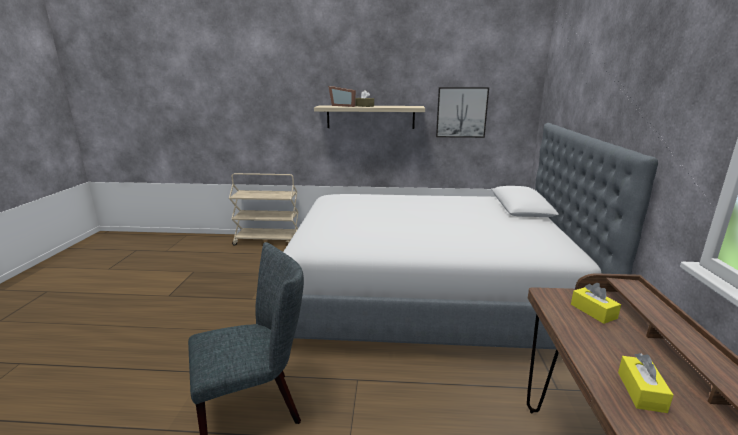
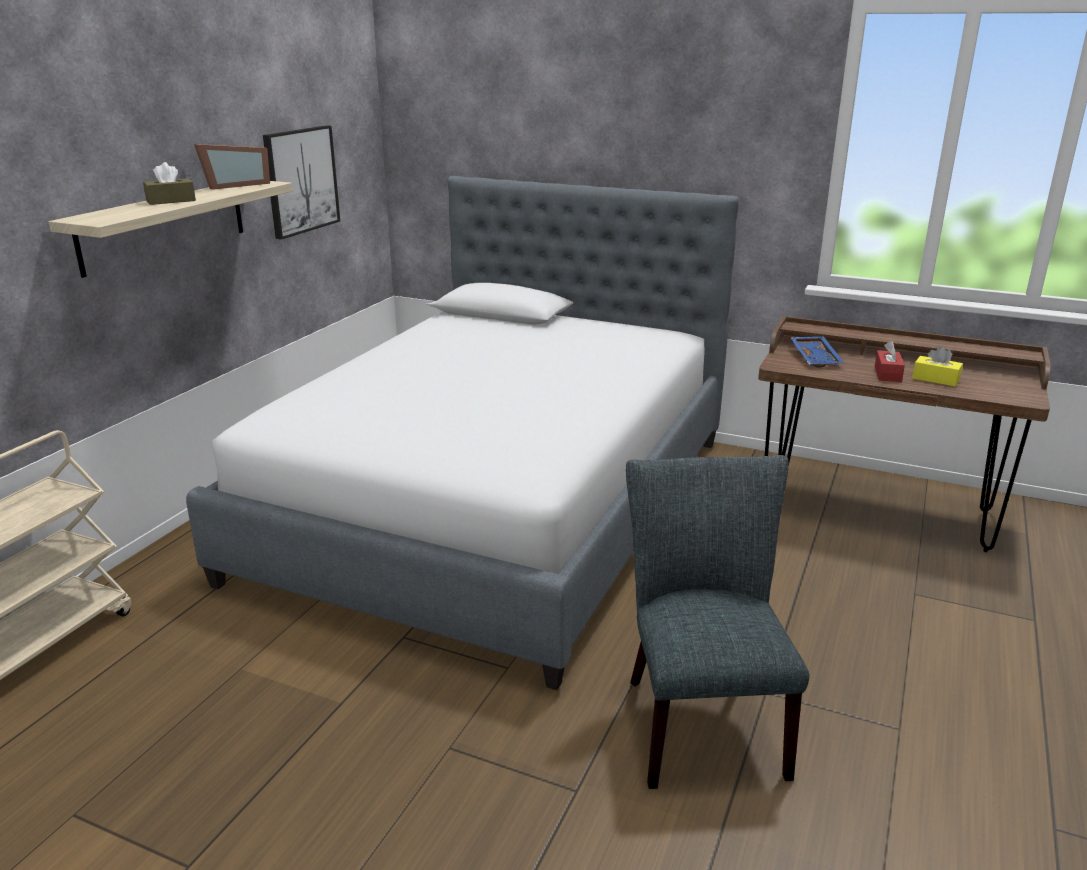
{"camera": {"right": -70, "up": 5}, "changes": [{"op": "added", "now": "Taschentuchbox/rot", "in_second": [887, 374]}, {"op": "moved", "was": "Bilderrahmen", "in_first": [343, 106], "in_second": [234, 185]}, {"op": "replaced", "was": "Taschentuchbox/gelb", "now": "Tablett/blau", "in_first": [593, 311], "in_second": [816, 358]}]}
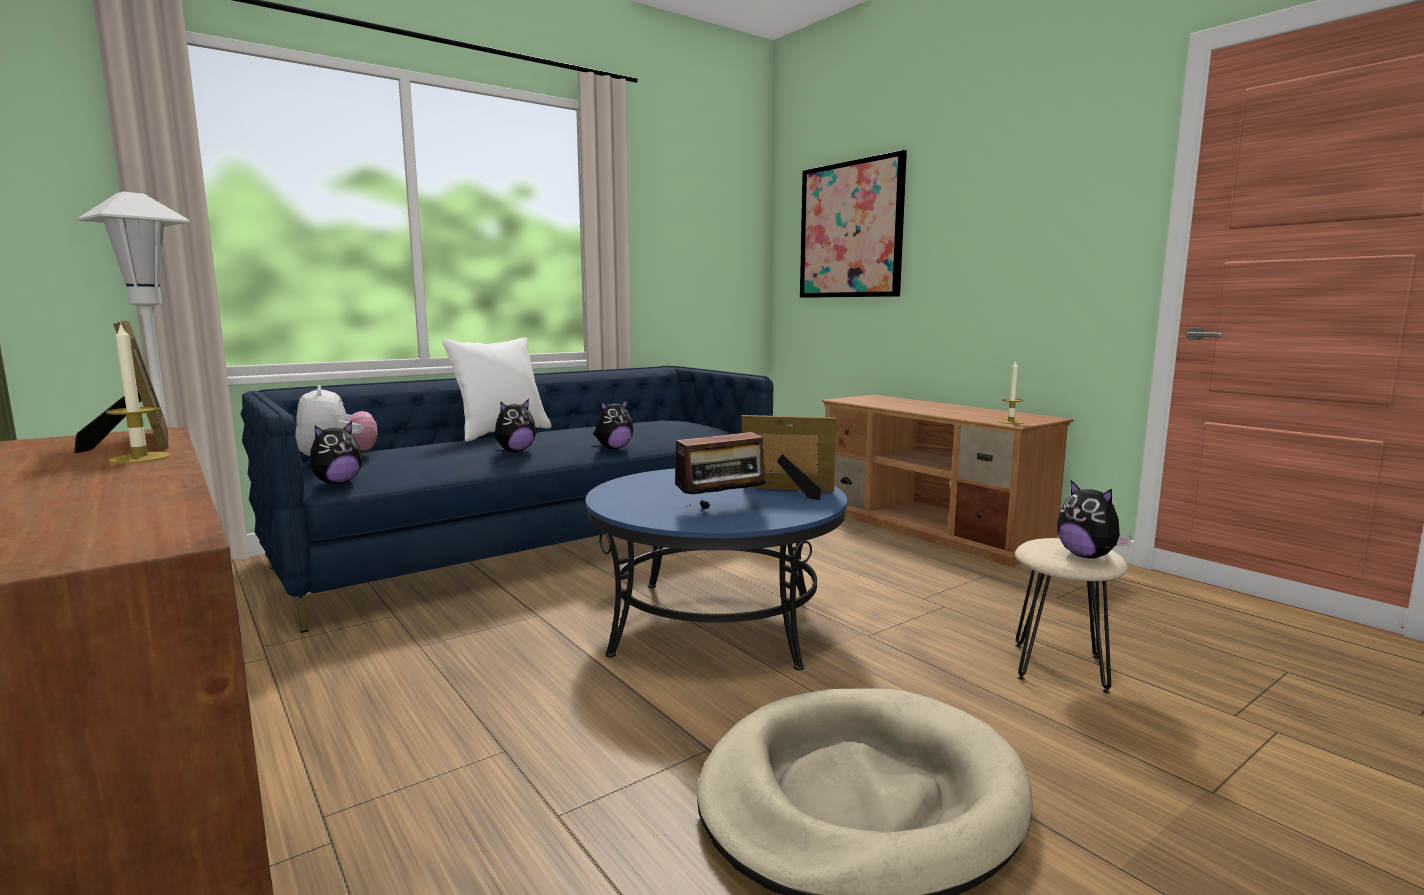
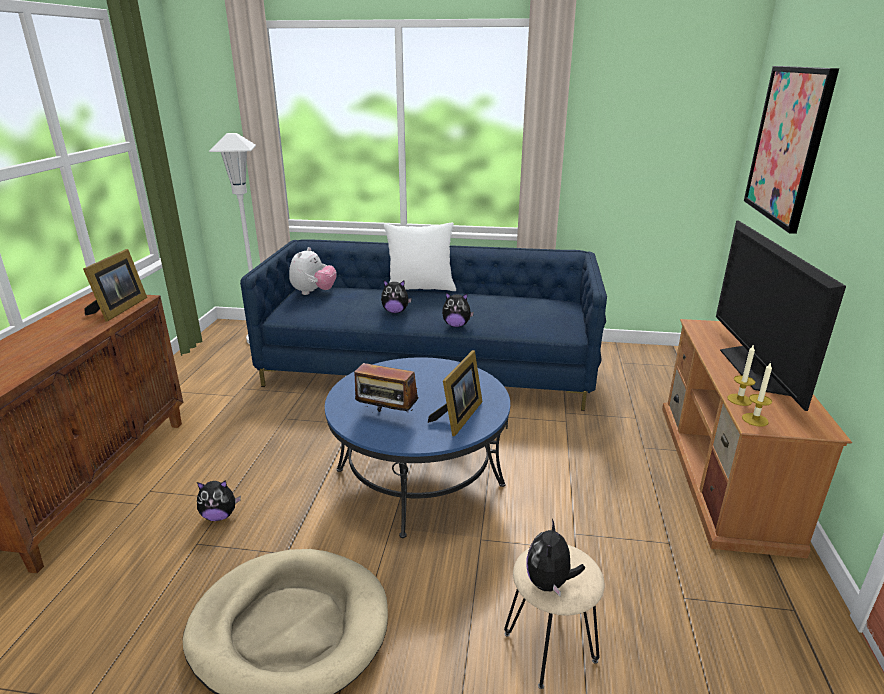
{"camera": {"right": 45, "up": 15}, "changes": [{"op": "added", "now": "Fernseher", "in_second": [754, 369]}, {"op": "moved", "was": "Kerze", "in_first": [140, 458], "in_second": [739, 399]}, {"op": "moved", "was": "Plüschtier", "in_first": [337, 483], "in_second": [219, 516]}, {"op": "turned", "was": "Bilderrahmen", "in_first": [790, 492], "in_second": [458, 417], "clockwise": 60}]}
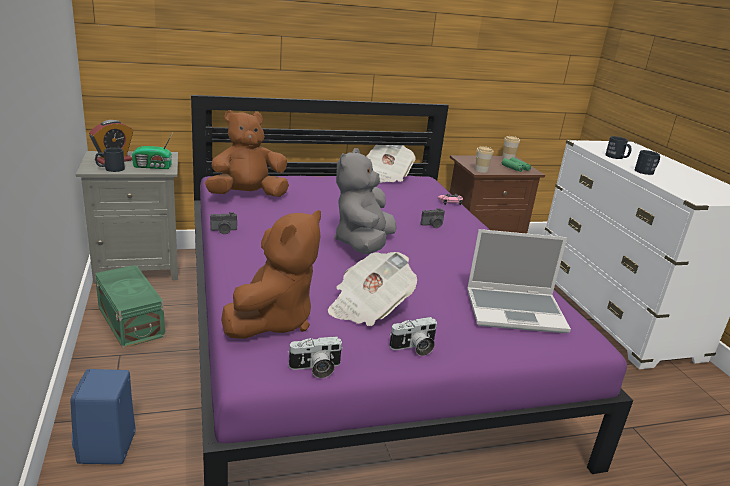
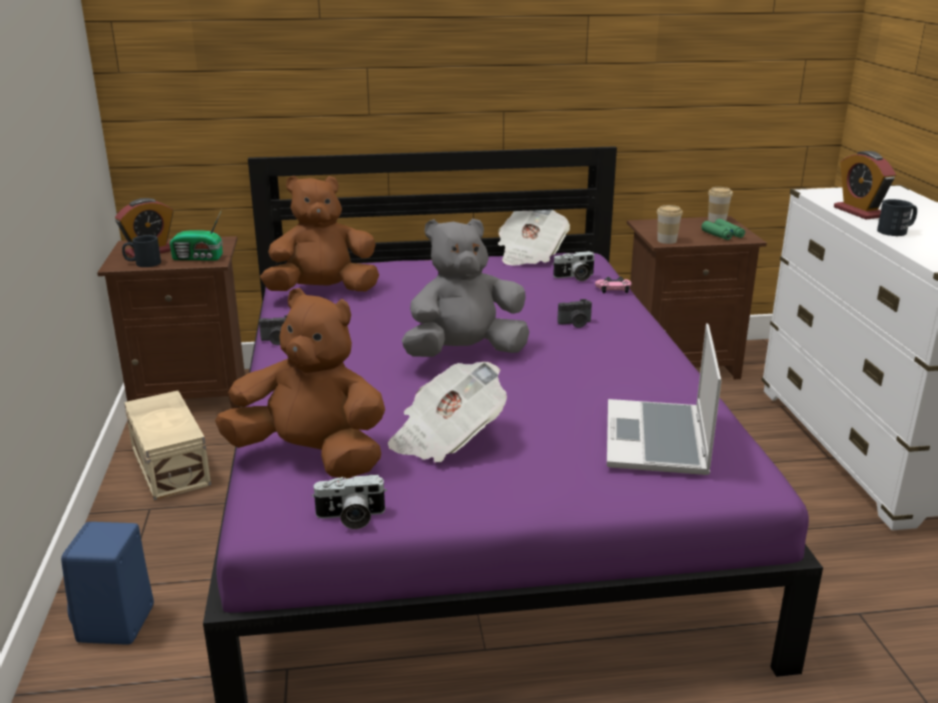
{"camera": {"right": 10, "up": 0}, "changes": [{"op": "moved", "was": "Kamera", "in_first": [414, 348], "in_second": [575, 277]}, {"op": "replaced", "was": "Henkelbecher/schwarz", "now": "Wecker", "in_first": [617, 157], "in_second": [859, 212]}, {"op": "recoloured", "was": "Nachttisch/grau", "now": "Nachttisch/braun", "in_first": [138, 267], "in_second": [191, 393]}, {"op": "recoloured", "was": "Aufbewahrungsbox/grün", "now": "Aufbewahrungsbox/beige", "in_first": [131, 320], "in_second": [171, 464]}, {"op": "turned", "was": "Plüschtier/braun", "in_first": [273, 320], "in_second": [312, 456], "clockwise": -105}, {"op": "turned", "was": "Plüschtier/grau", "in_first": [363, 244], "in_second": [464, 353], "clockwise": 45}, {"op": "turned", "was": "Laptop", "in_first": [516, 311], "in_second": [658, 441], "clockwise": 90}]}
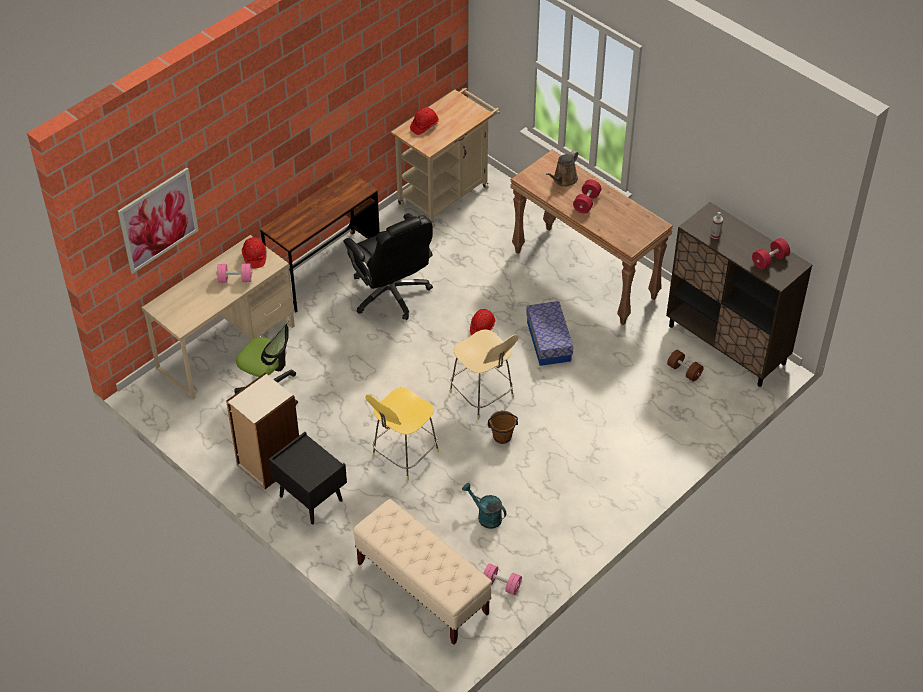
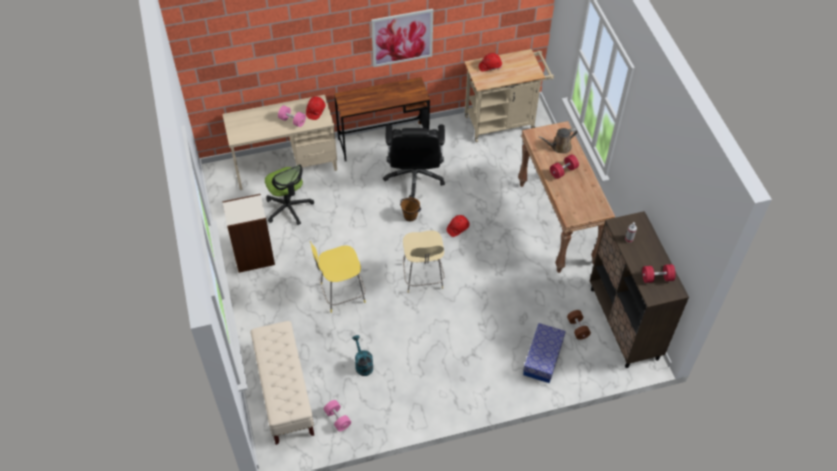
{"camera": {"right": 30, "up": 5}, "changes": [{"op": "removed", "was": "Nachttisch/schwarz", "in_first": [310, 498]}, {"op": "moved", "was": "Bild", "in_first": [158, 220], "in_second": [402, 37]}, {"op": "moved", "was": "Eimer/braun", "in_first": [502, 437], "in_second": [410, 216]}, {"op": "moved", "was": "Aufbewahrungsbox", "in_first": [549, 341], "in_second": [543, 358]}]}
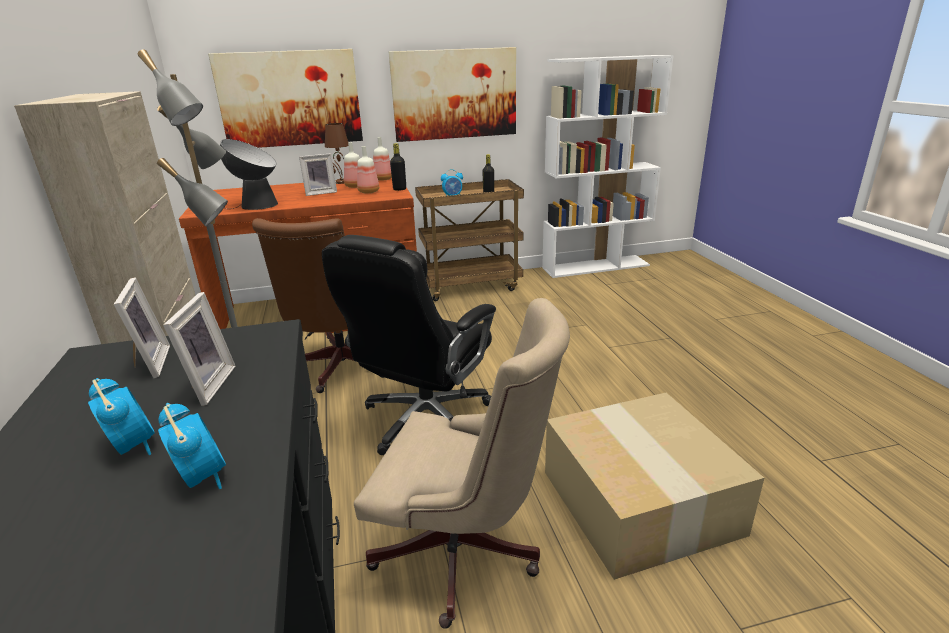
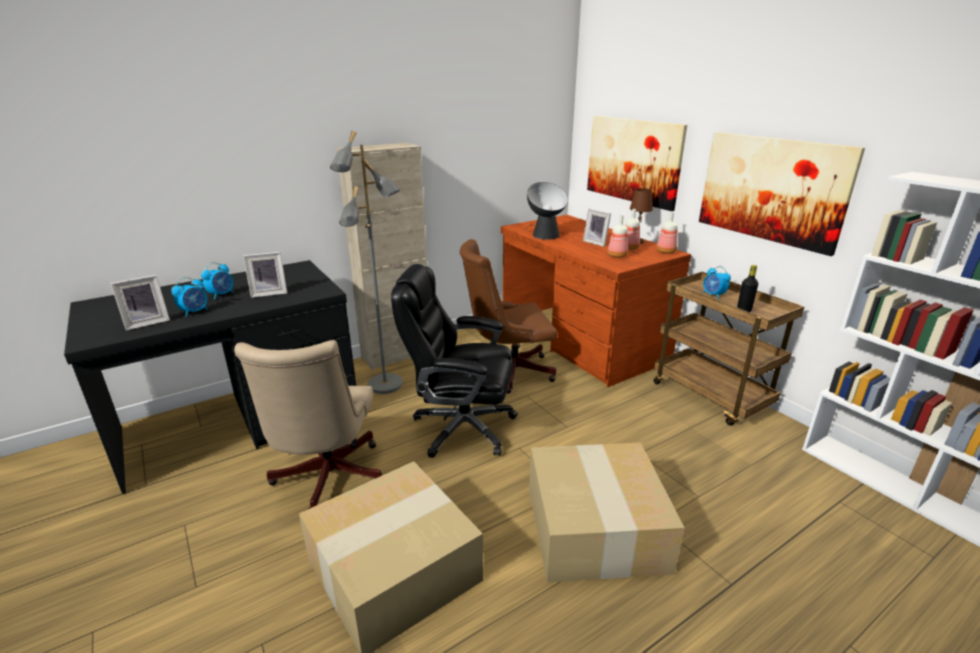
{"camera": {"right": 70, "up": 0}, "changes": [{"op": "removed", "was": "Flasche/schwarz", "in_first": [399, 189]}, {"op": "added", "now": "Karton", "in_second": [597, 529]}, {"op": "moved", "was": "Bilderrahmen", "in_first": [148, 364], "in_second": [147, 322]}]}
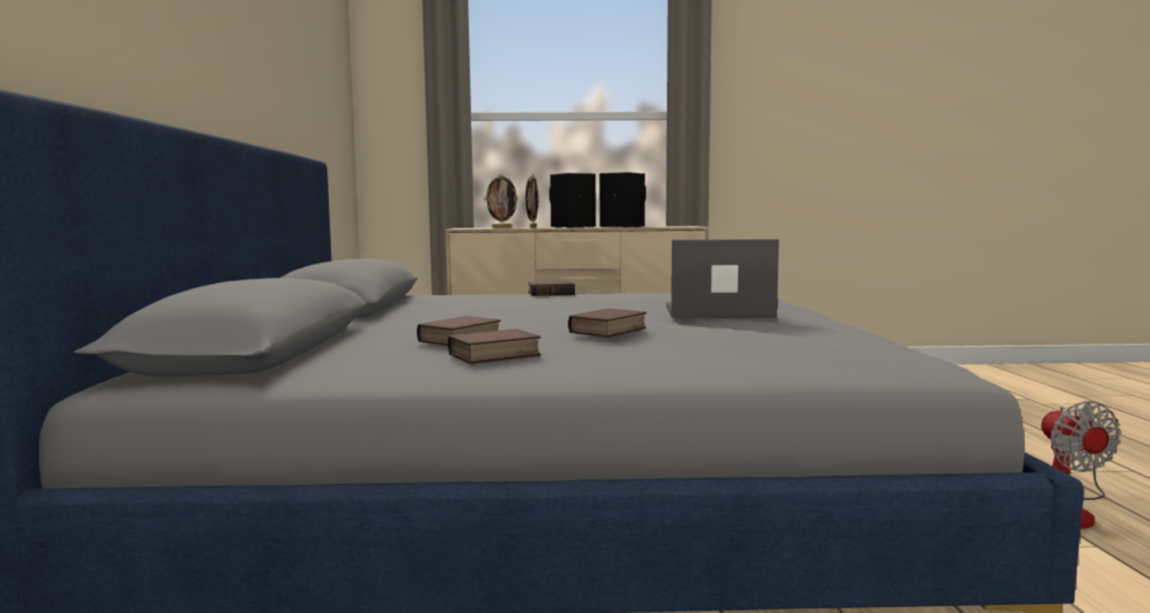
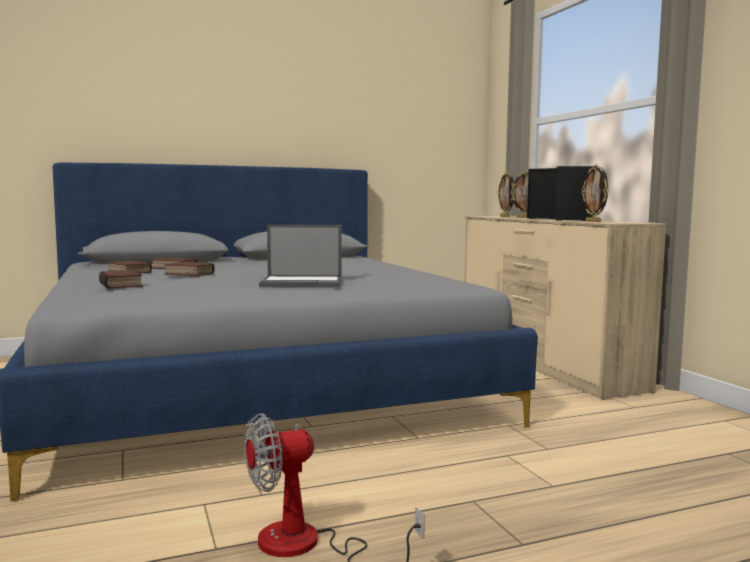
{"camera": {"right": 70, "up": 0}, "changes": [{"op": "added", "now": "Bilderrahmen", "in_second": [594, 221]}, {"op": "moved", "was": "Buch", "in_first": [551, 293], "in_second": [122, 284]}, {"op": "turned", "was": "Laptop", "in_first": [717, 312], "in_second": [303, 283], "clockwise": 105}]}
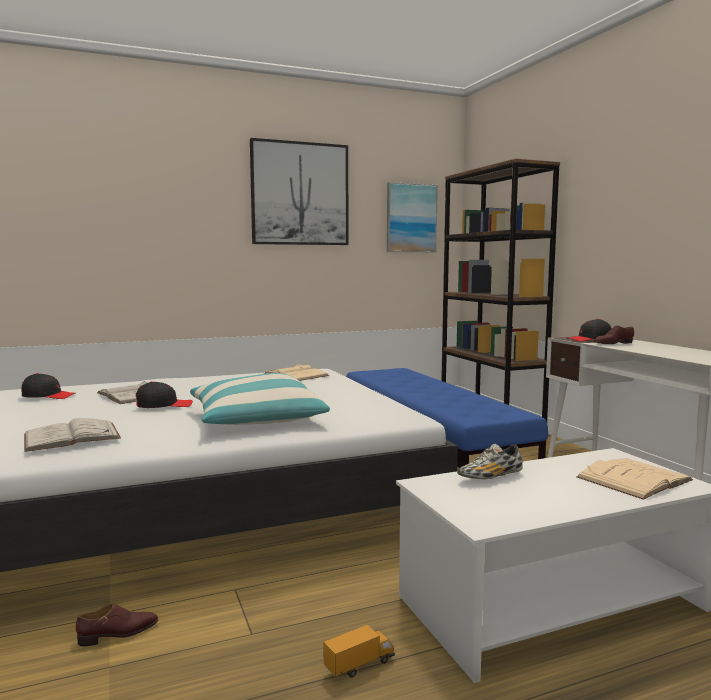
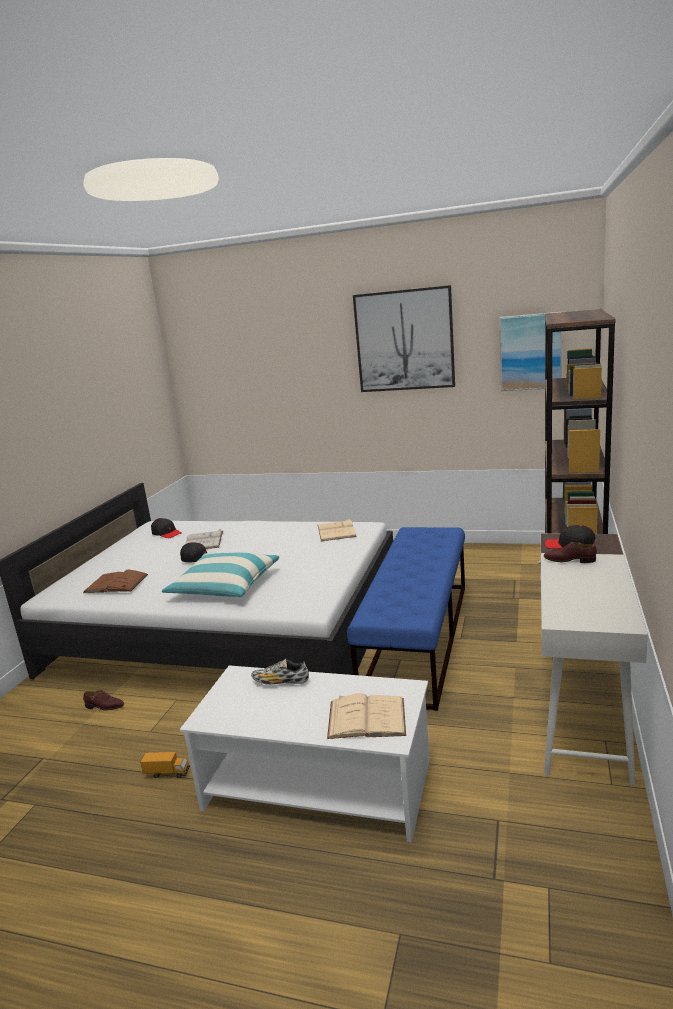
{"camera": {"right": 40, "up": 10}, "changes": [{"op": "recoloured", "was": "Buch/weiß", "now": "Buch/braun", "in_first": [71, 436], "in_second": [116, 583]}]}
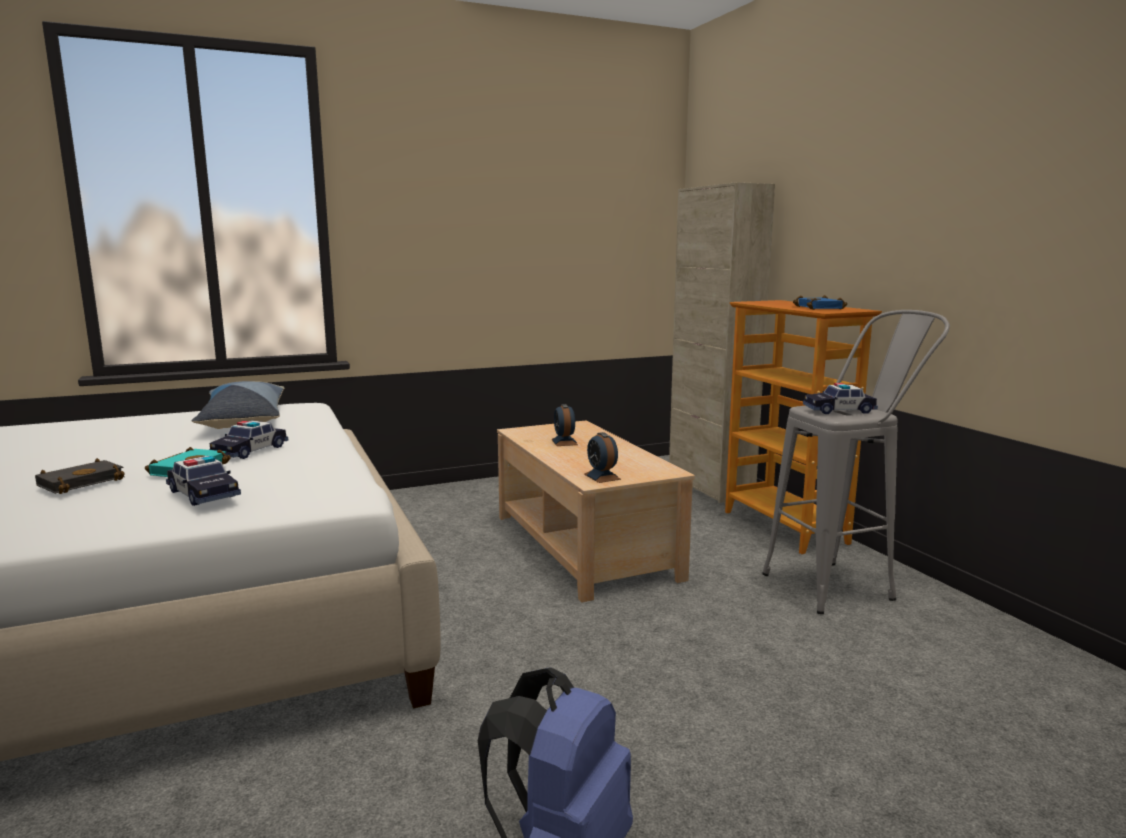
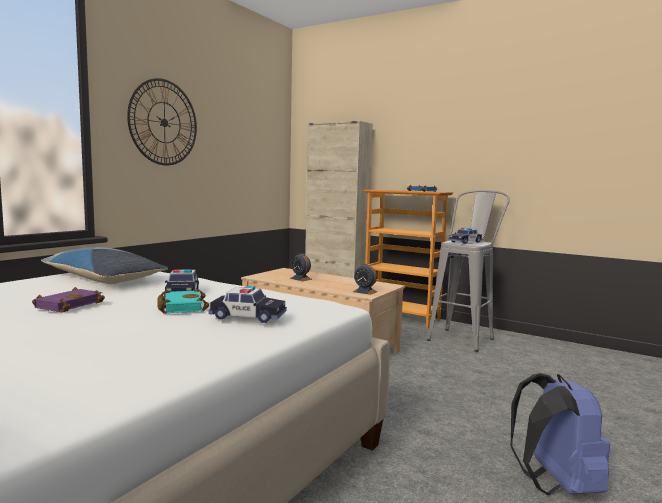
{"camera": {"right": -35, "up": -5}, "changes": [{"op": "removed", "was": "Buch/schwarz", "in_first": [82, 481]}, {"op": "added", "now": "Buch/lila", "in_second": [69, 304]}, {"op": "added", "now": "Wanduhr", "in_second": [164, 122]}]}
